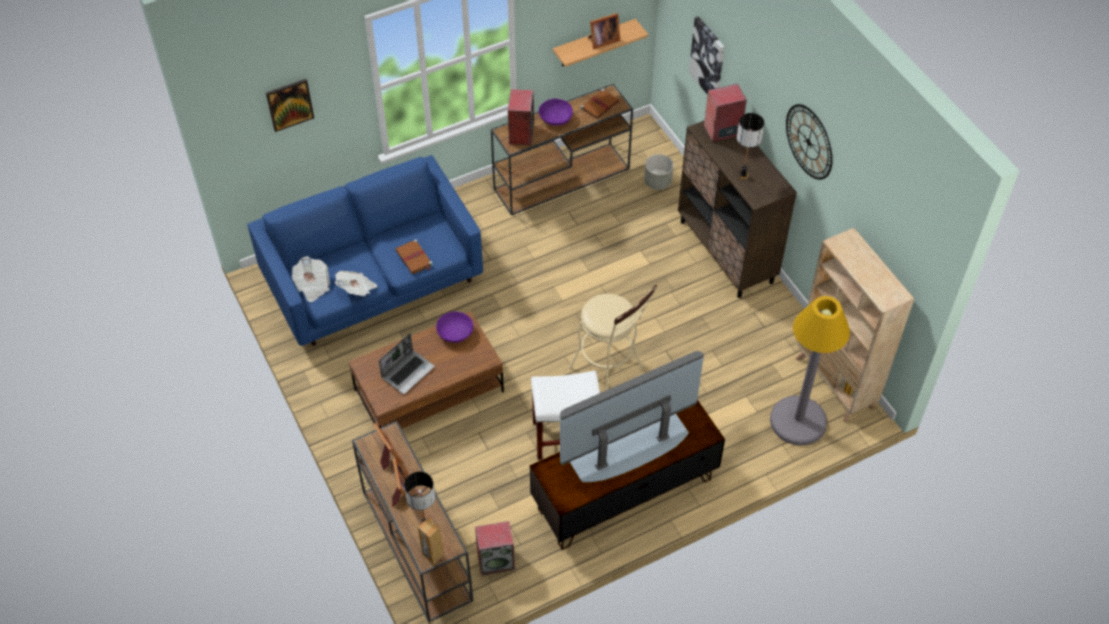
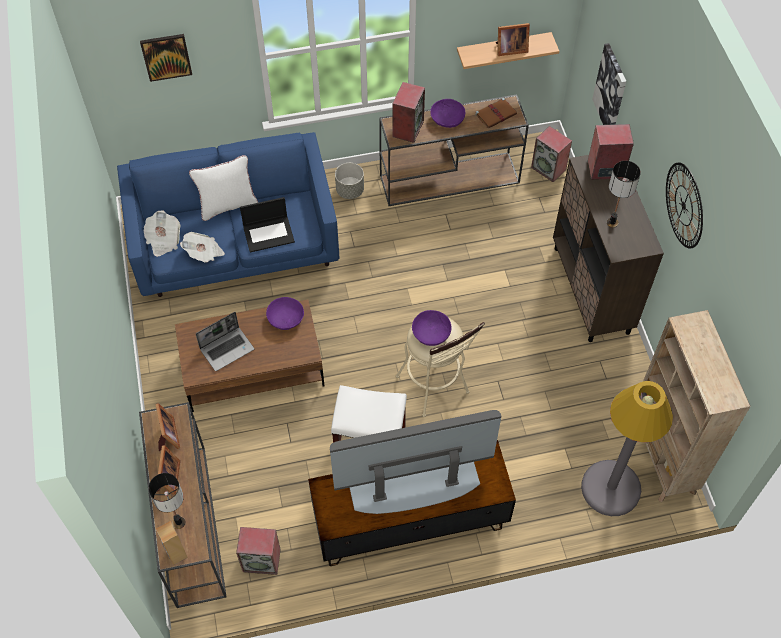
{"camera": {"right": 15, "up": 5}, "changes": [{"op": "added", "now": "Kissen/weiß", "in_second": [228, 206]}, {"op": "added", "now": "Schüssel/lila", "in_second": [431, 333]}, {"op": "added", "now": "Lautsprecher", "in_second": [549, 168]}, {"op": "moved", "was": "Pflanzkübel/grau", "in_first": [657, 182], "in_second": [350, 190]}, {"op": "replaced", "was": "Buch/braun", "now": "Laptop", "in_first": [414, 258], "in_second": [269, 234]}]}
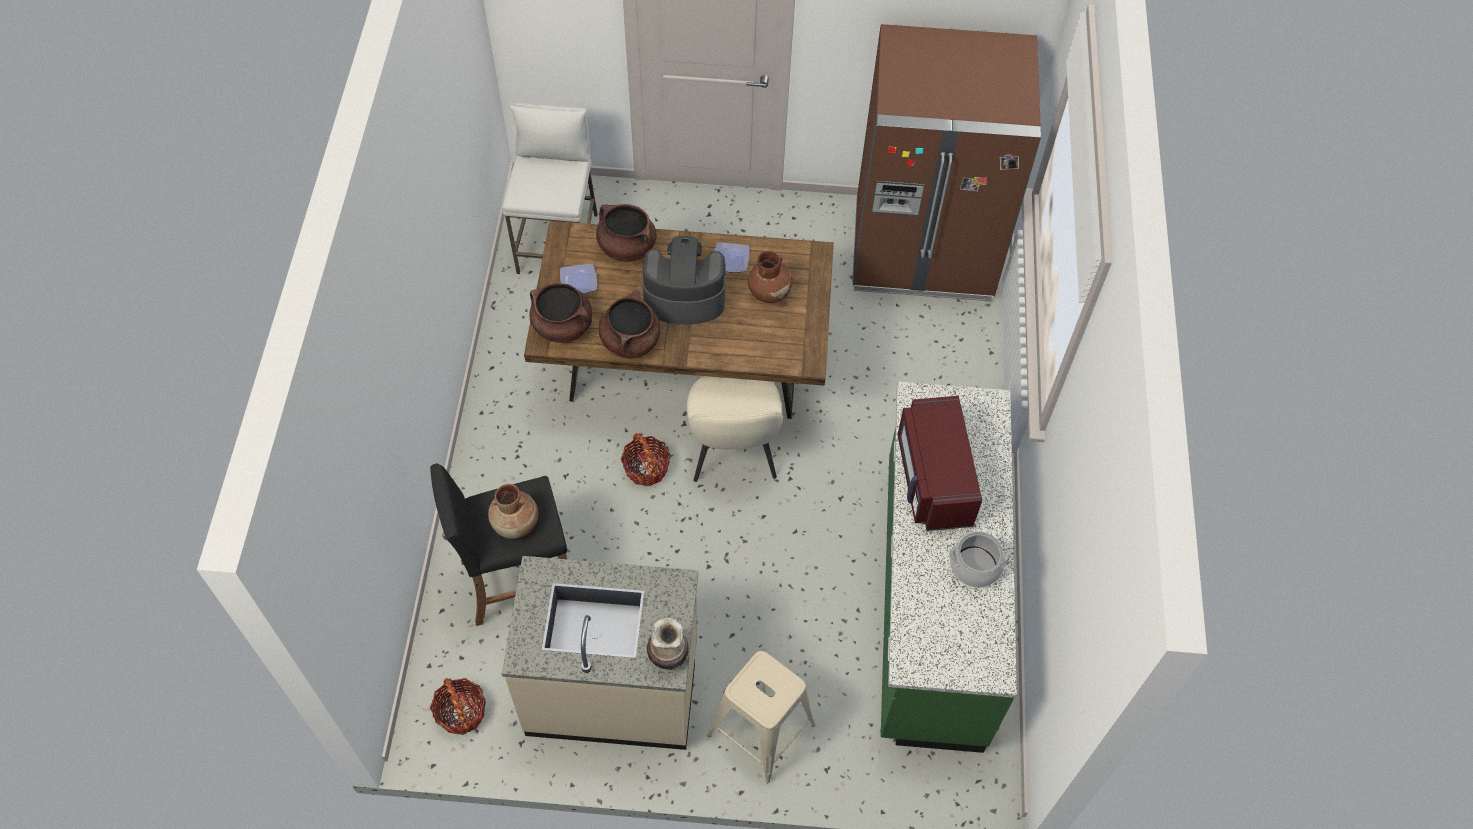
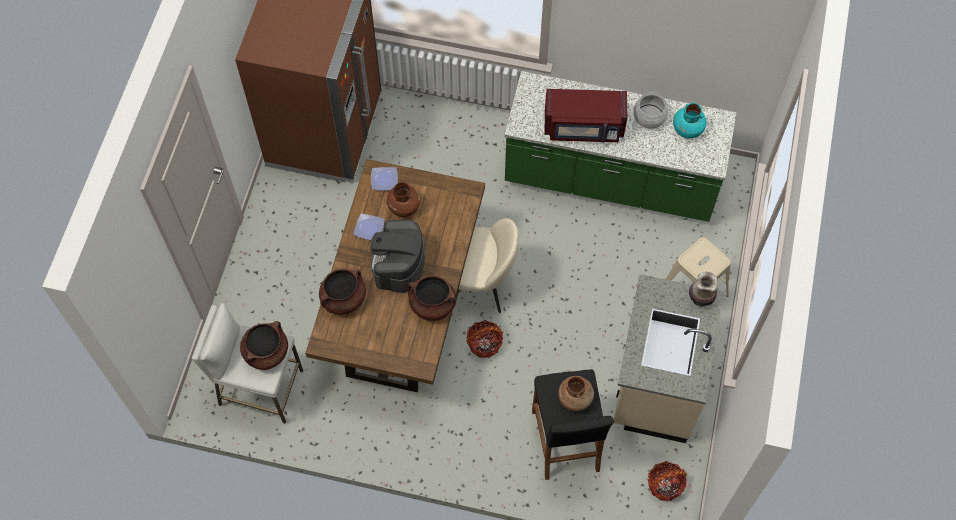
{"camera": {"right": -80, "up": 5}, "changes": [{"op": "added", "now": "Vase/türkis", "in_second": [687, 129]}, {"op": "moved", "was": "Kochtopf/braun", "in_first": [563, 326], "in_second": [266, 352]}, {"op": "moved", "was": "Teller", "in_first": [579, 282], "in_second": [385, 179]}]}
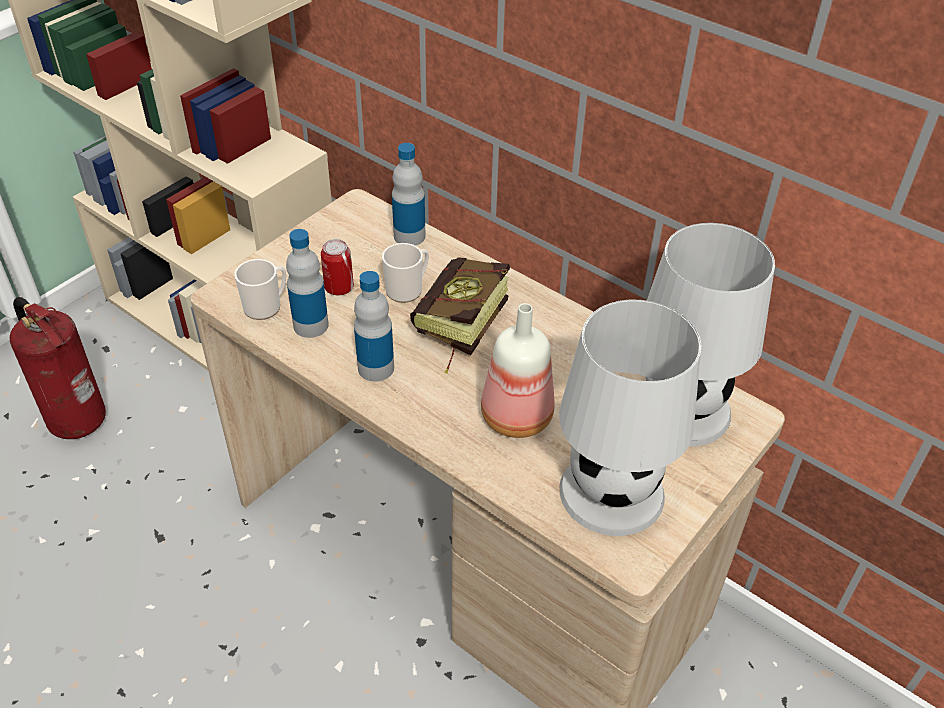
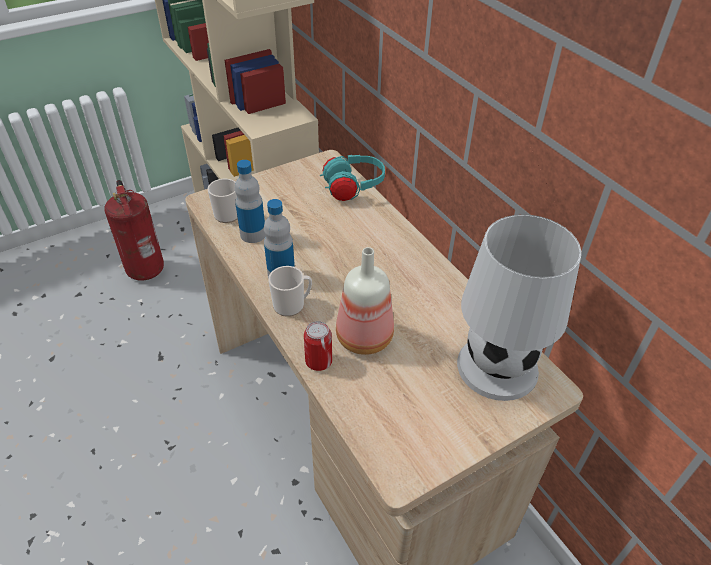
{"camera": {"right": 20, "up": 0}, "changes": [{"op": "removed", "was": "Buch", "in_first": [456, 331]}, {"op": "removed", "was": "Tischlampe/weiß", "in_first": [612, 490]}, {"op": "moved", "was": "Dose", "in_first": [339, 288], "in_second": [318, 361]}, {"op": "moved", "was": "Henkelbecher", "in_first": [407, 289], "in_second": [292, 305]}, {"op": "replaced", "was": "Flasche", "now": "Kopfhörer/türkis", "in_first": [409, 236], "in_second": [353, 189]}]}
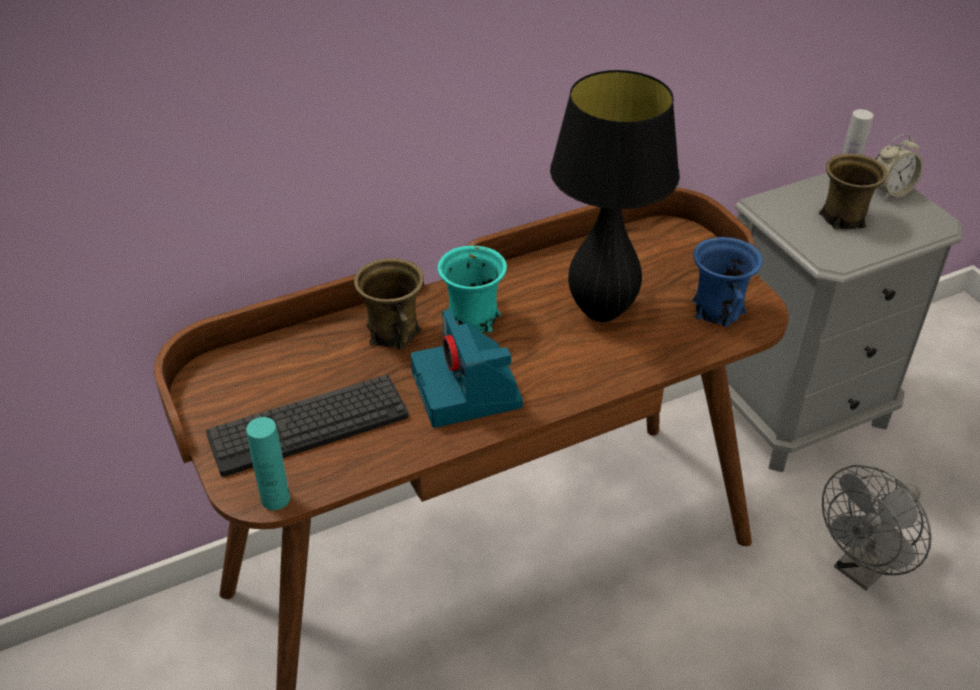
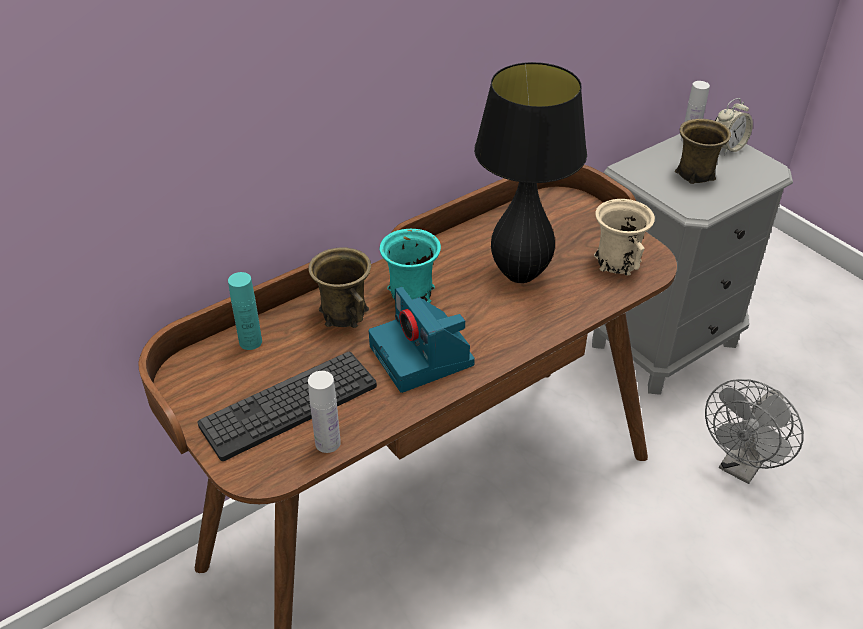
{"camera": {"right": -10, "up": 0}, "changes": [{"op": "added", "now": "Flasche/weiß", "in_second": [327, 443]}, {"op": "moved", "was": "Flasche/türkis", "in_first": [275, 499], "in_second": [250, 342]}, {"op": "recoloured", "was": "Henkelbecher/blau", "now": "Henkelbecher/beige", "in_first": [718, 310], "in_second": [617, 261]}]}
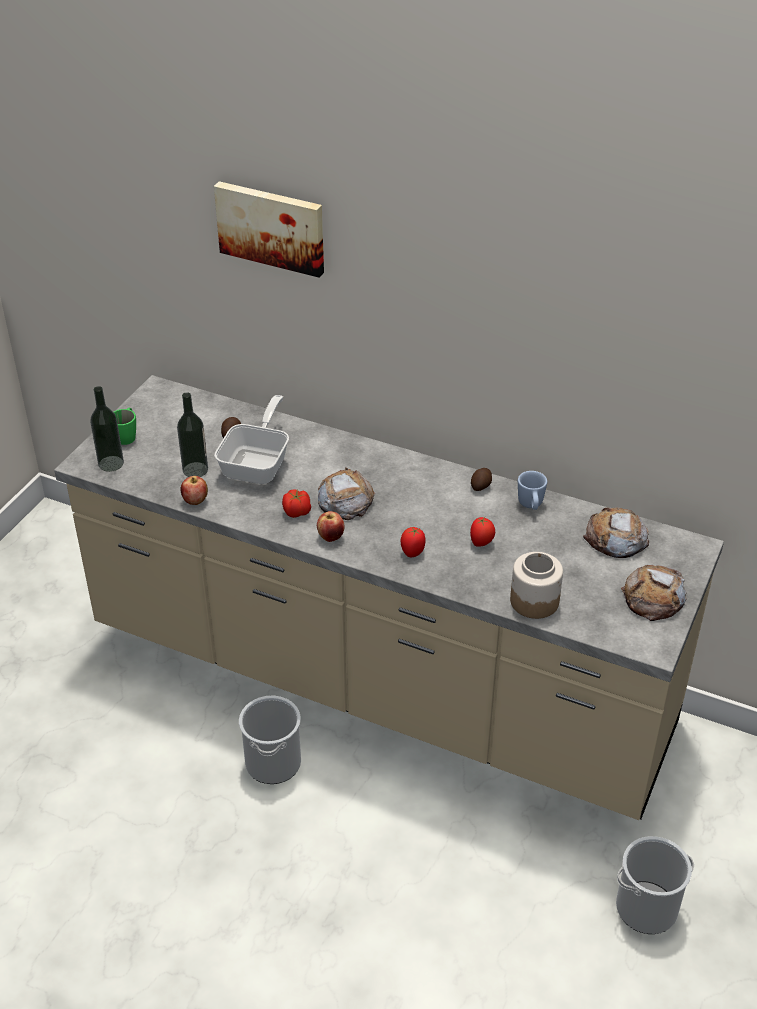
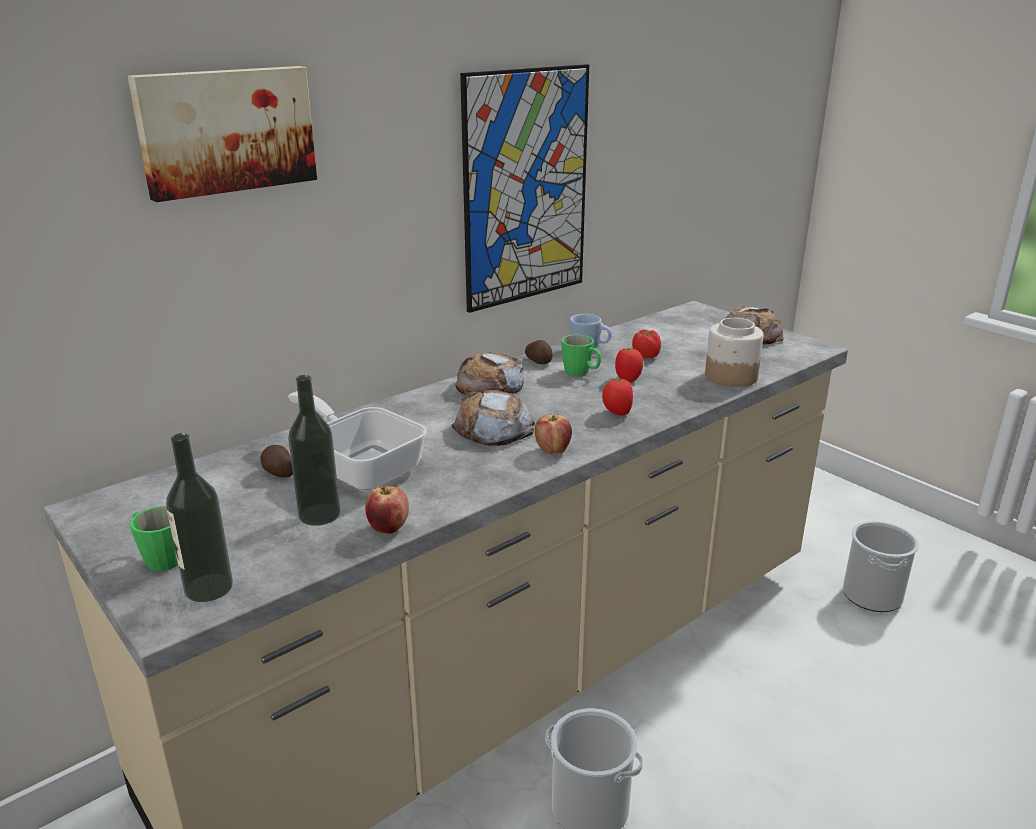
{"camera": {"right": -65, "up": -15}, "changes": [{"op": "added", "now": "Bild", "in_second": [526, 188]}, {"op": "added", "now": "Henkelbecher/grün", "in_second": [581, 373]}, {"op": "moved", "was": "Tomate", "in_first": [297, 512], "in_second": [646, 355]}, {"op": "moved", "was": "Brot", "in_first": [615, 538], "in_second": [489, 385]}]}
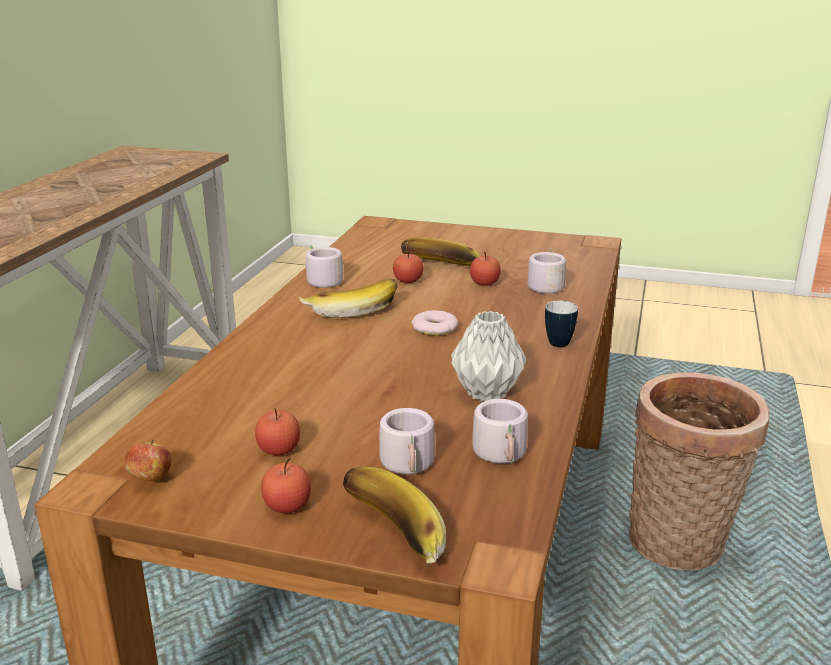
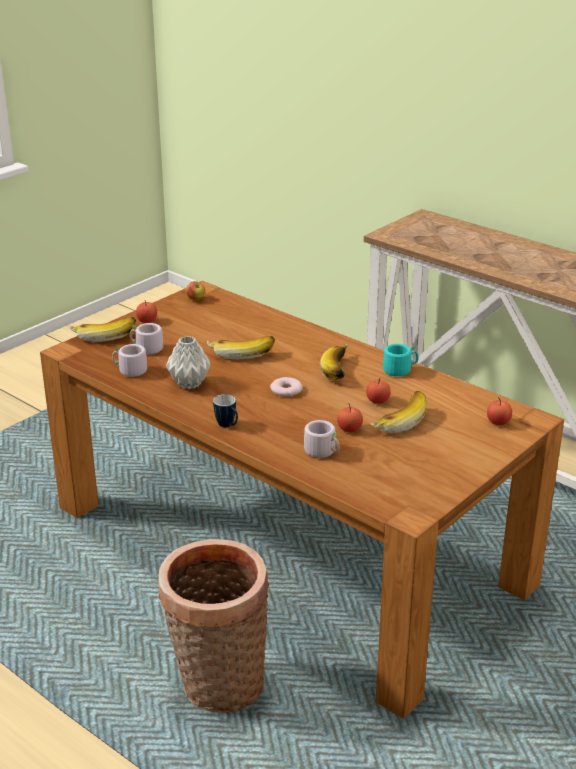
{"camera": {"right": 115, "up": 5}, "changes": [{"op": "added", "now": "Banane", "in_second": [242, 352]}, {"op": "moved", "was": "Apfel", "in_first": [279, 450], "in_second": [498, 422]}, {"op": "recoloured", "was": "Henkelbecher/grau", "now": "Henkelbecher/türkis", "in_first": [320, 282], "in_second": [399, 369]}]}
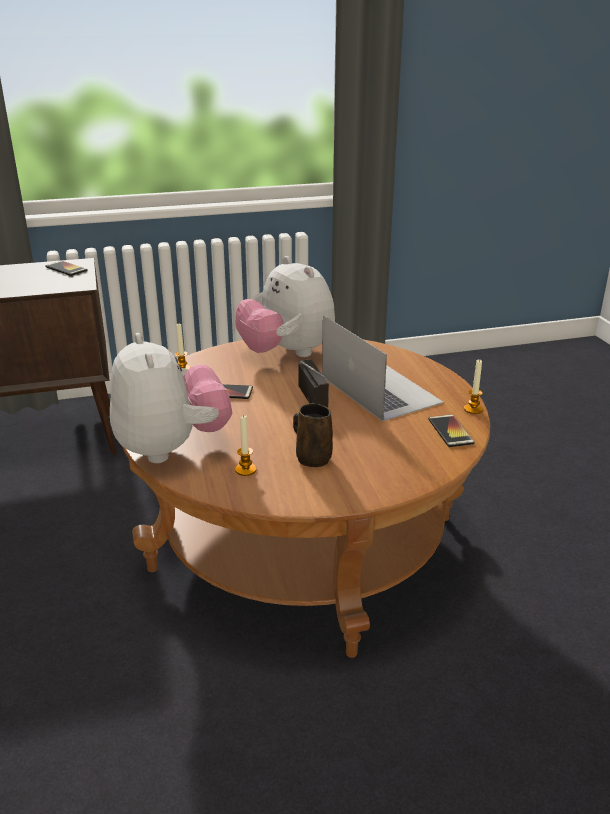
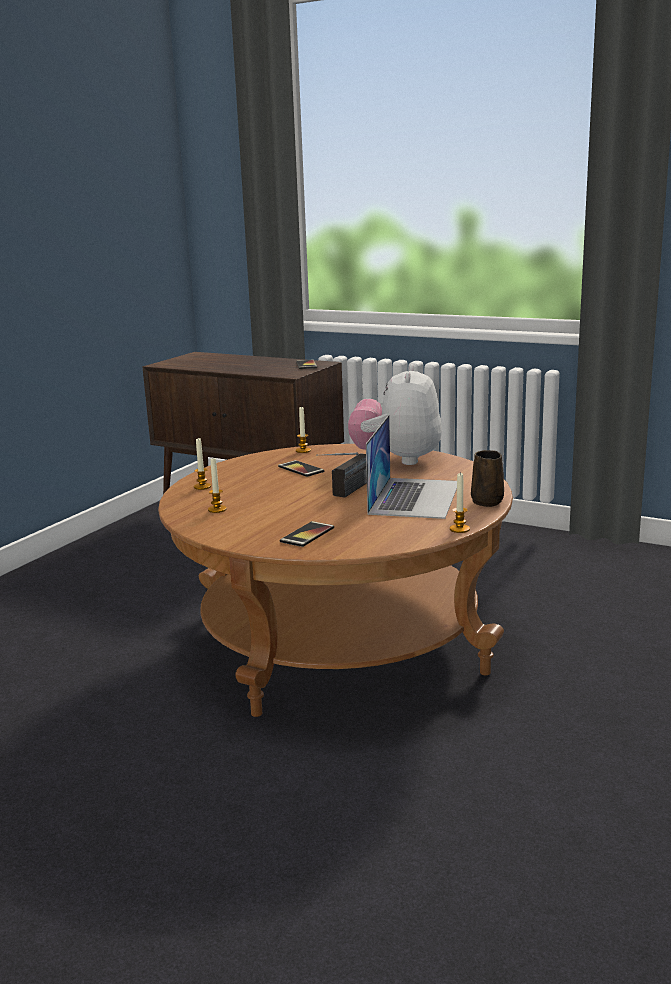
{"camera": {"right": 45, "up": -10}, "changes": [{"op": "moved", "was": "Henkelbecher/braun", "in_first": [312, 458], "in_second": [487, 501]}, {"op": "moved", "was": "Handy", "in_first": [450, 431], "in_second": [307, 535]}, {"op": "replaced", "was": "Plüschtier", "now": "Kerze", "in_first": [172, 448], "in_second": [202, 487]}]}
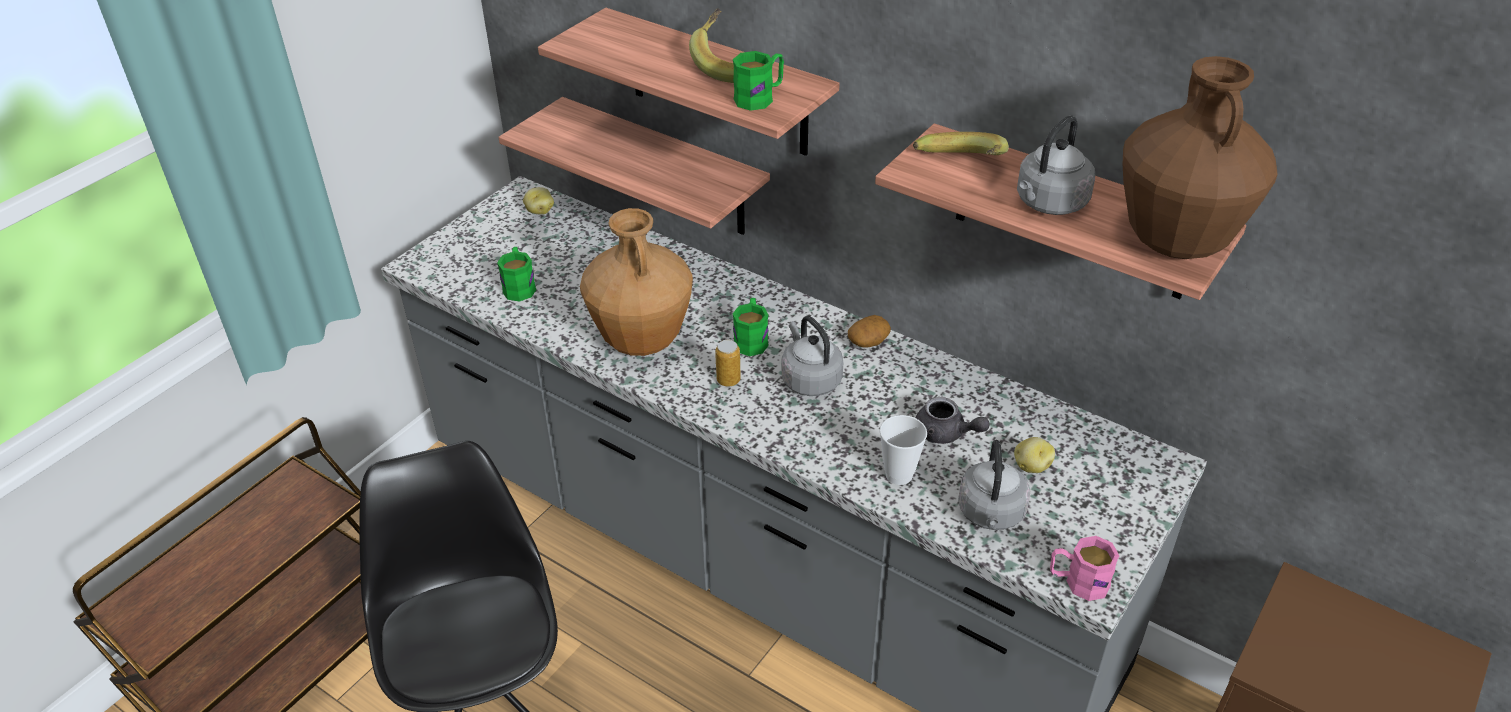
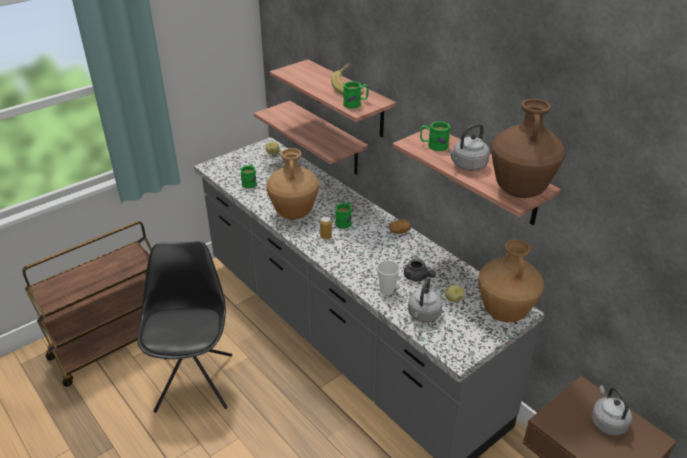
{"camera": {"right": 15, "up": -5}, "changes": [{"op": "removed", "was": "Henkelbecher/rosa", "in_first": [1078, 582]}, {"op": "added", "now": "Vase/braun", "in_second": [504, 312]}, {"op": "moved", "was": "Wasserkessel/grau", "in_first": [809, 379], "in_second": [607, 422]}, {"op": "replaced", "was": "Banane", "now": "Henkelbecher/grün", "in_first": [959, 168], "in_second": [433, 145]}]}
